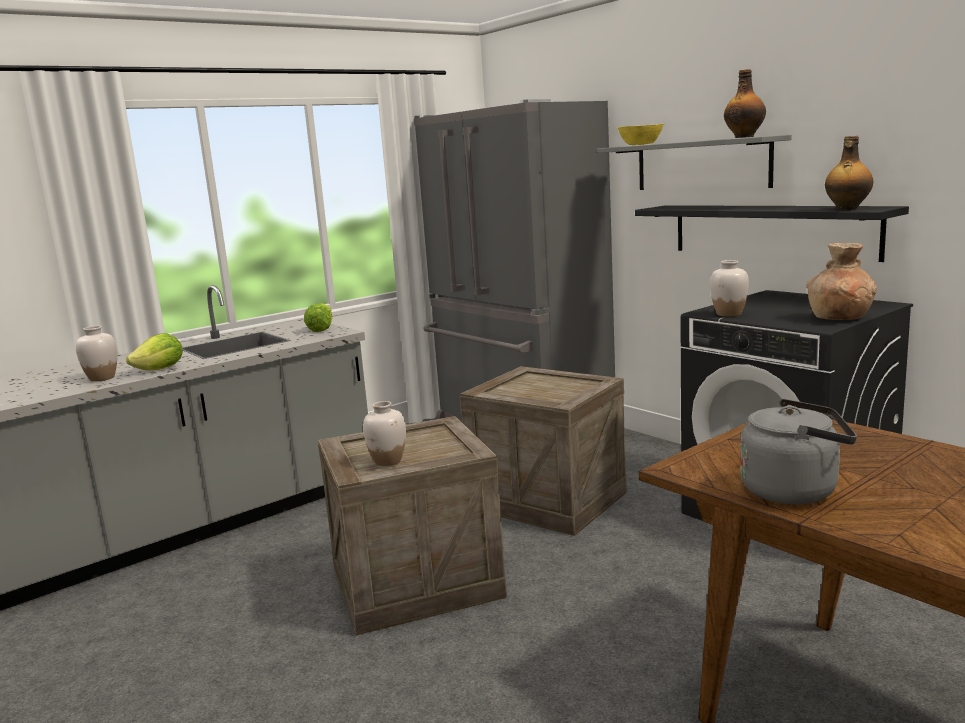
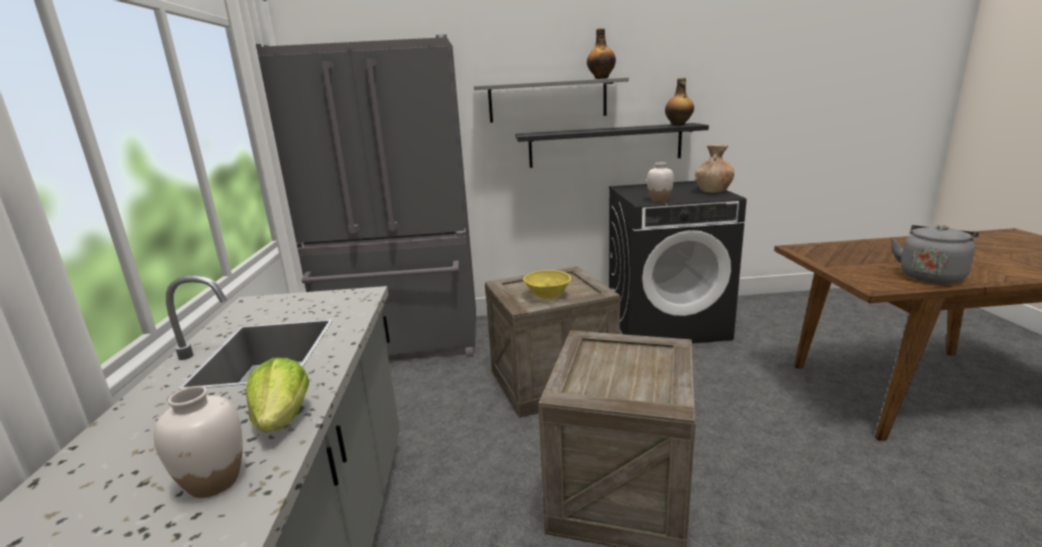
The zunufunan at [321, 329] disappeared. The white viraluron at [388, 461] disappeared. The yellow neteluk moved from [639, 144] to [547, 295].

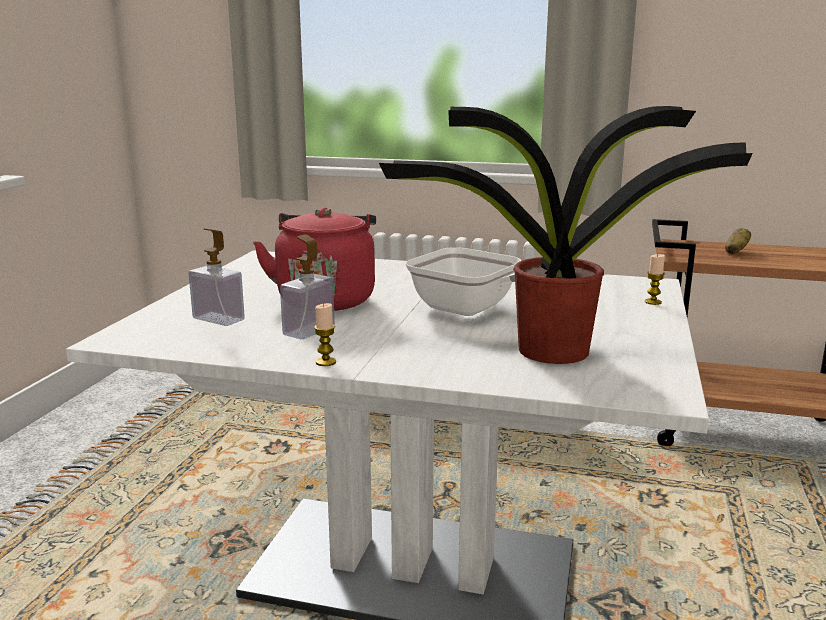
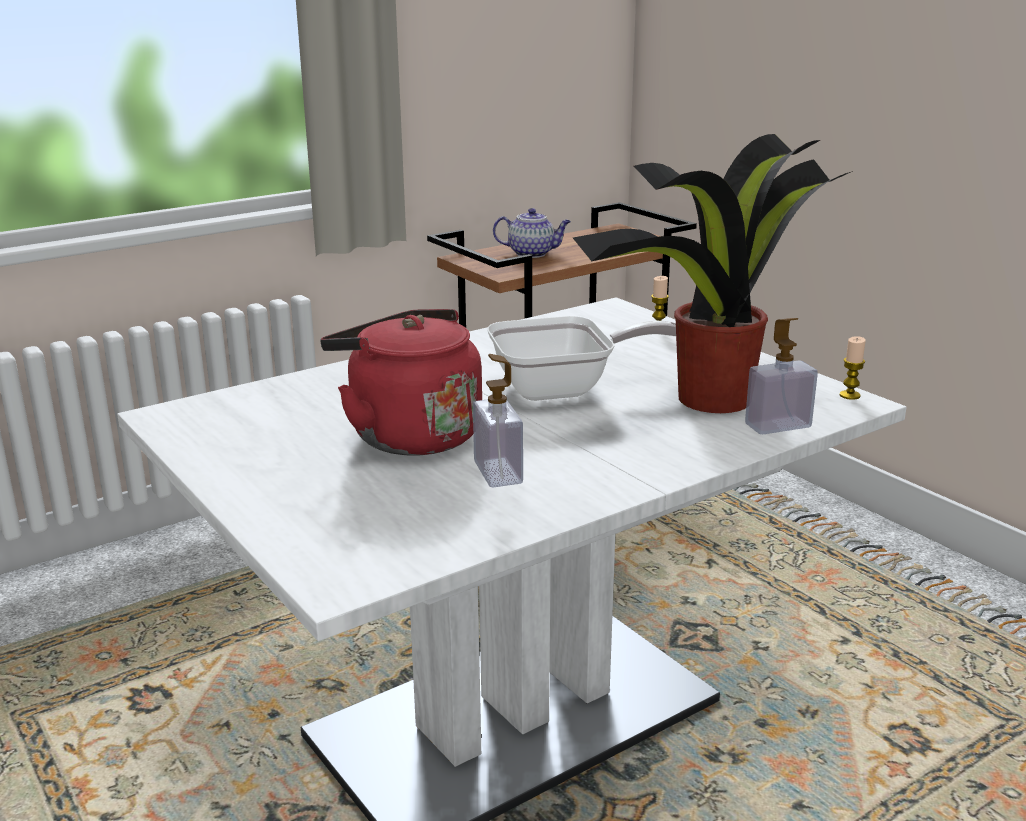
The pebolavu moved from [218, 319] to [778, 425]. The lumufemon moved from [325, 362] to [849, 395]. The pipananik at [735, 251] was replaced by the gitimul at [532, 253].

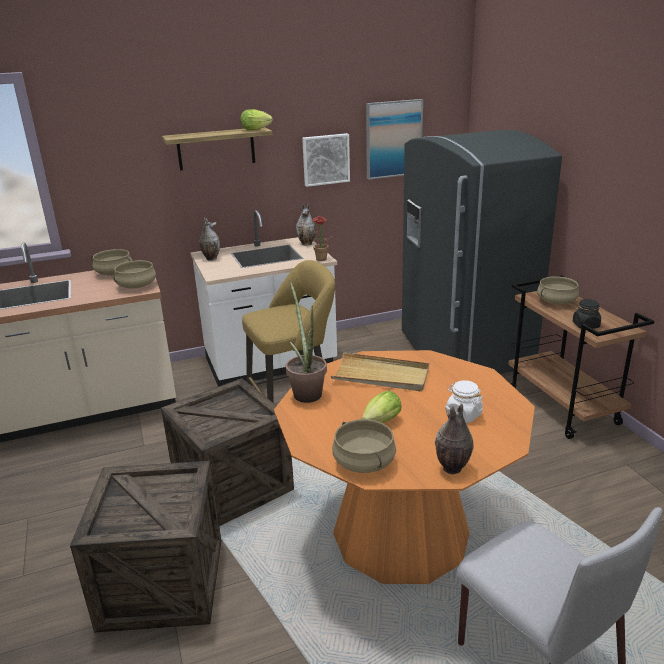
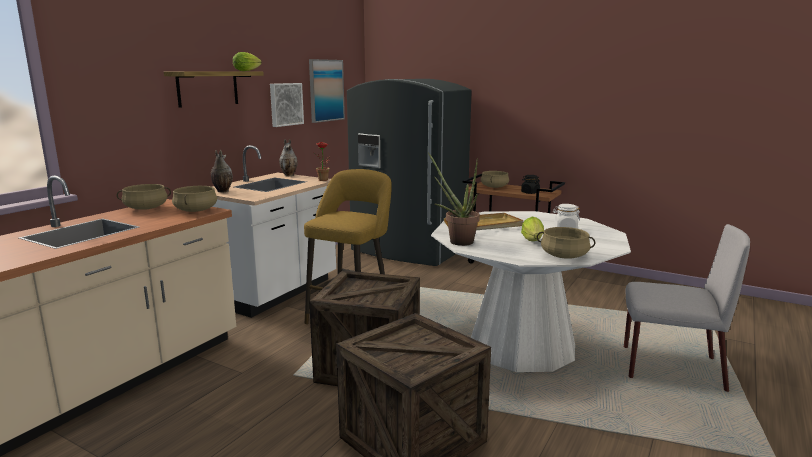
The viraluron at [452, 469] disappeared. The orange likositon at [400, 533] became the white likositon at [521, 346].

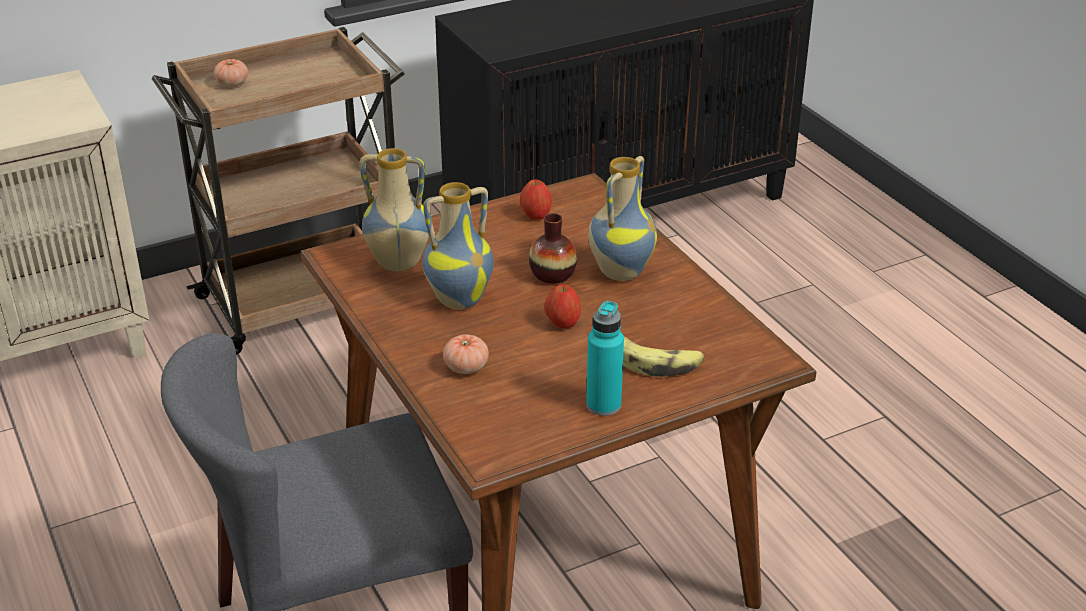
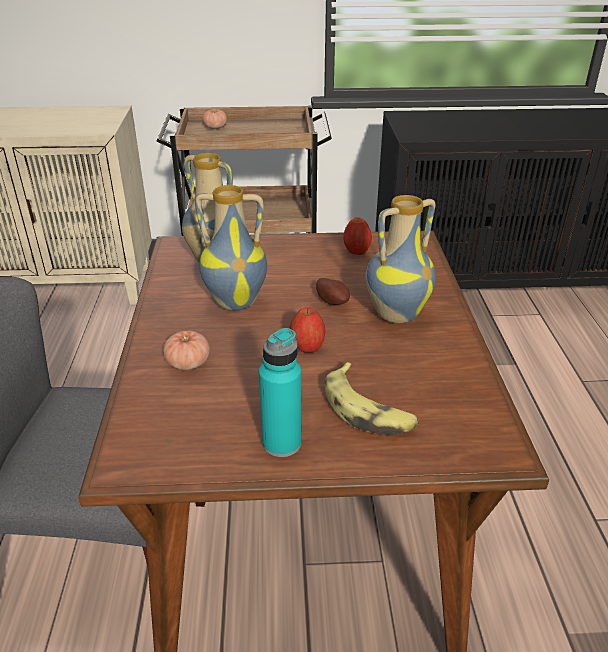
The viraluron at [552, 274] was replaced by the pipananik at [333, 301].

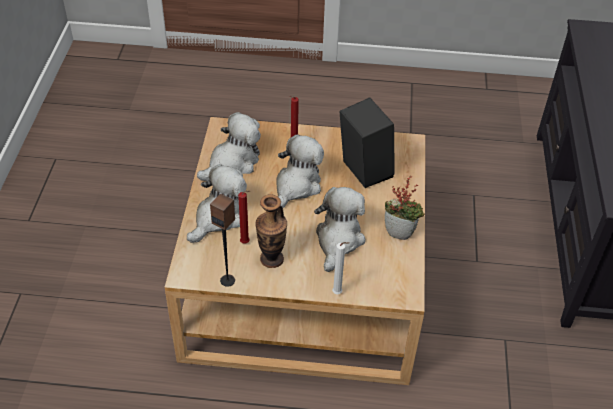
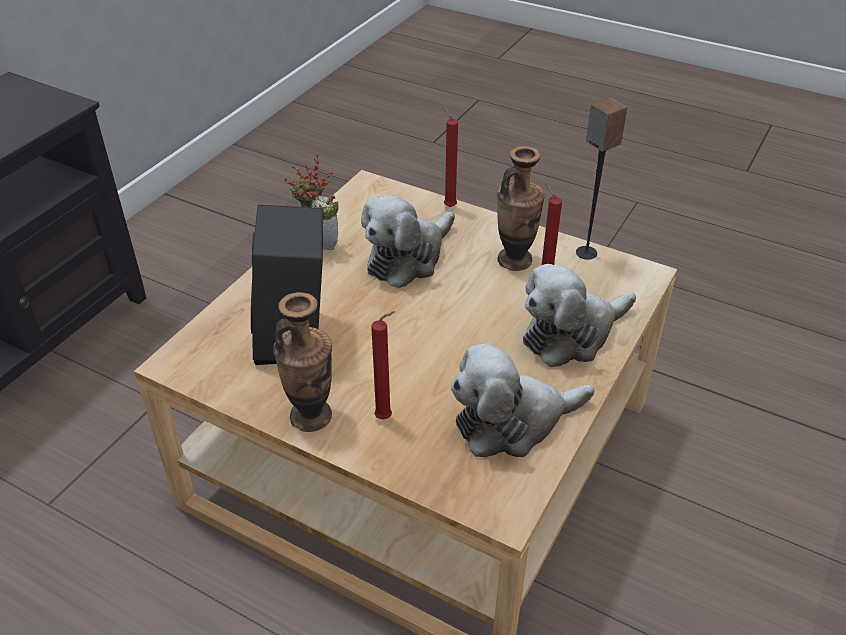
The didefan at [296, 186] disappeared. The viraluron at [311, 416] appeared. The white lumufemon at [338, 293] became the red lumufemon at [448, 206].

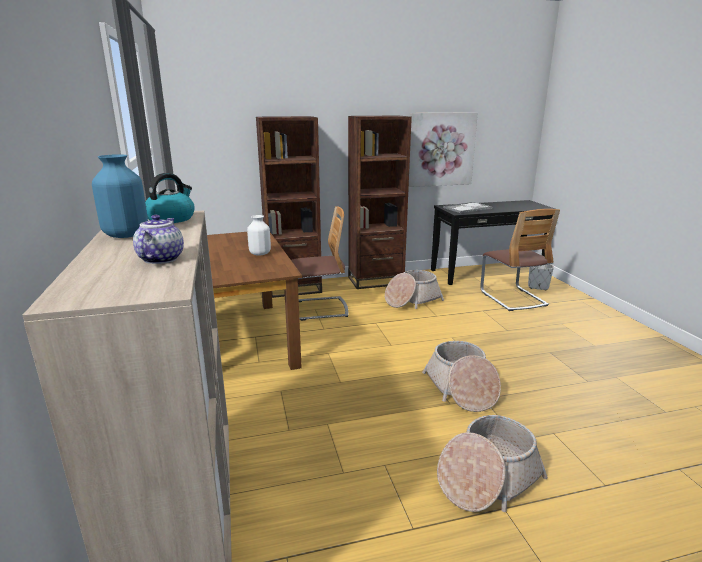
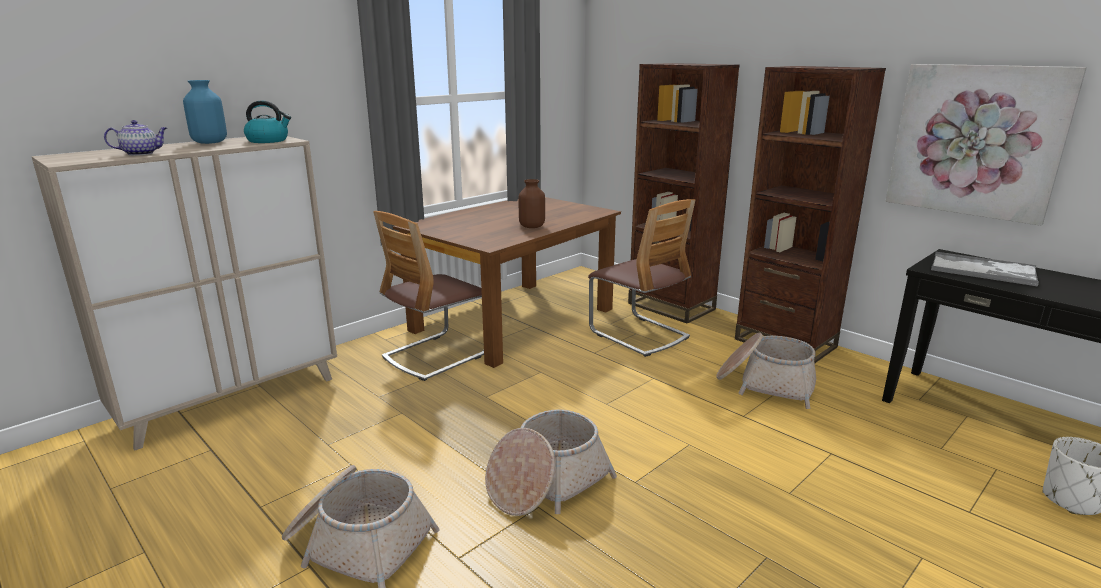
The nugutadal moved from [513, 298] to [436, 355]. The white viraluron at [260, 253] became the brown viraluron at [532, 226].

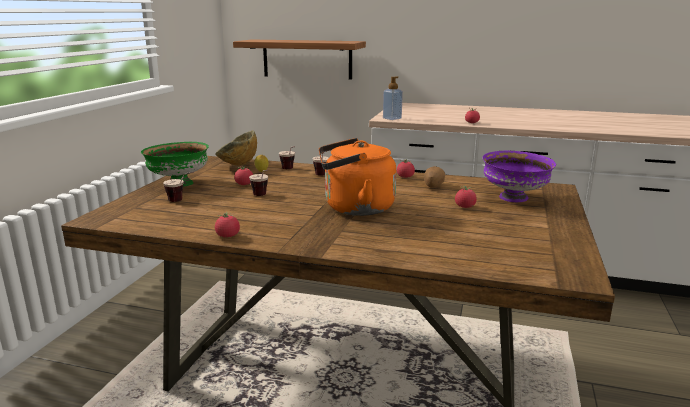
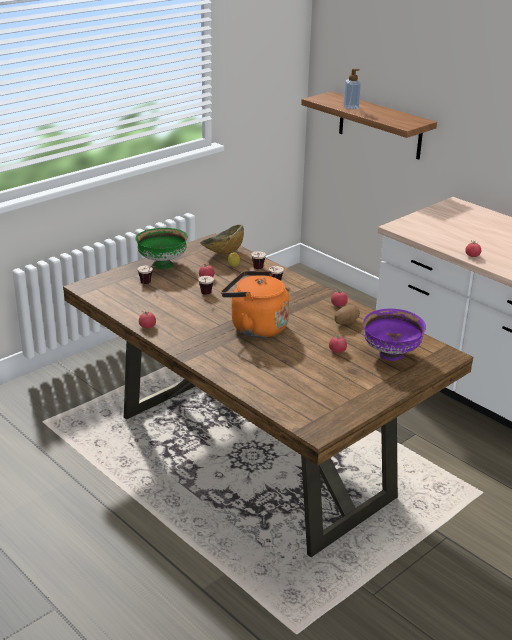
The pebolavu moved from [392, 118] to [351, 107].

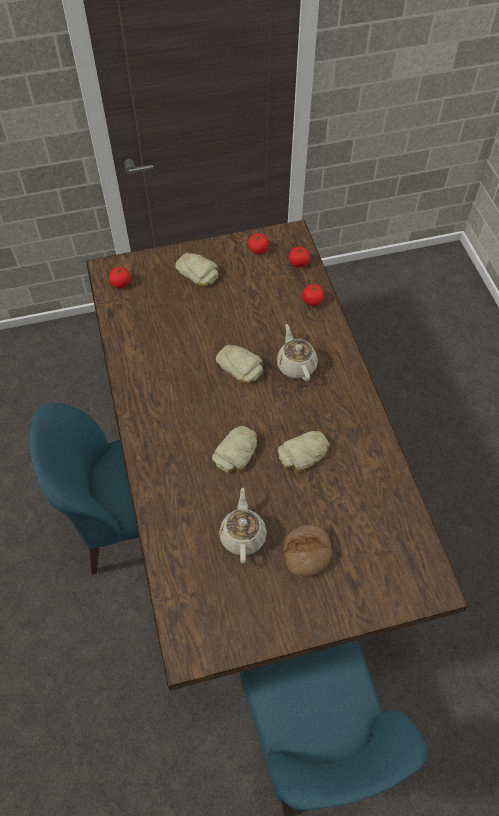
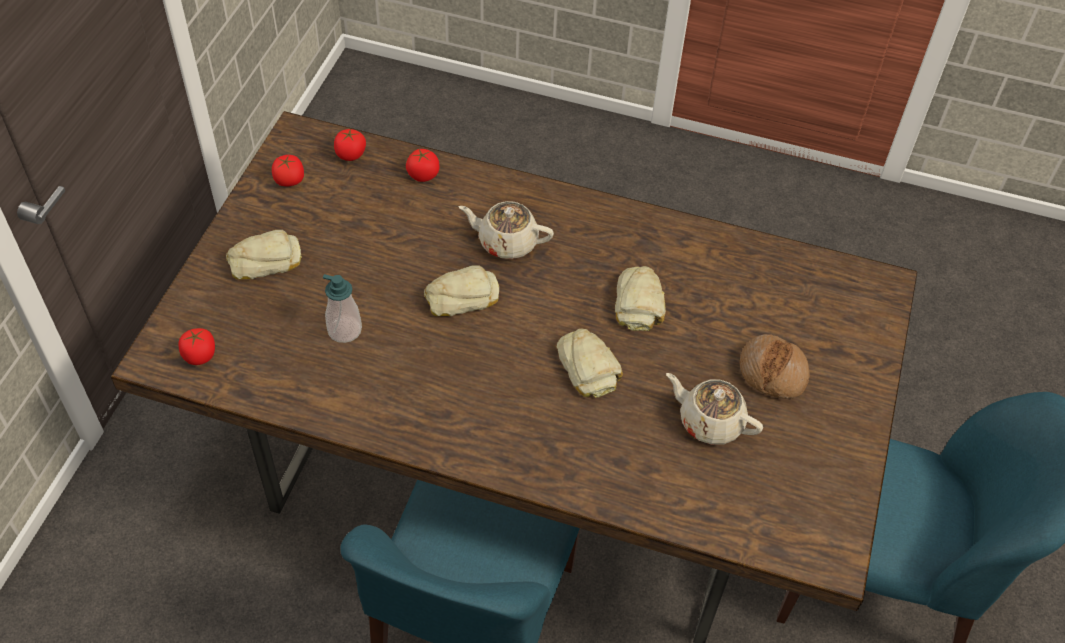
The pebolavu at [344, 330] appeared.

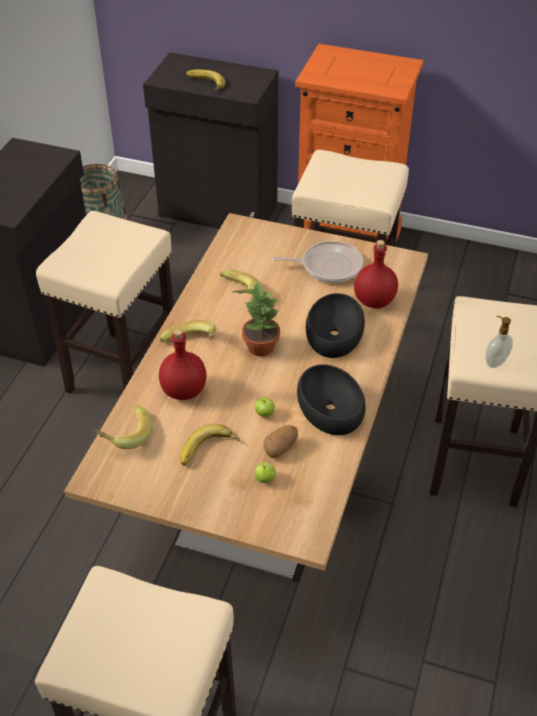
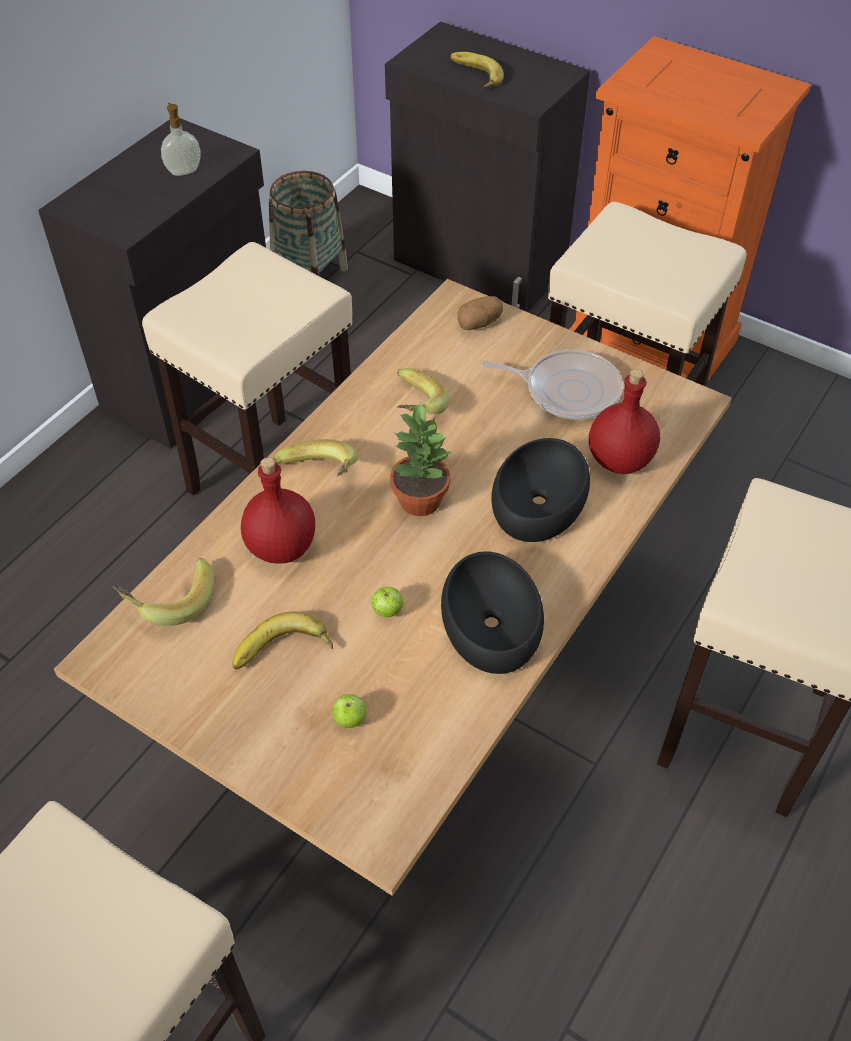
The pipananik moved from [281, 448] to [479, 323]. The pebolavu moved from [495, 361] to [184, 171].

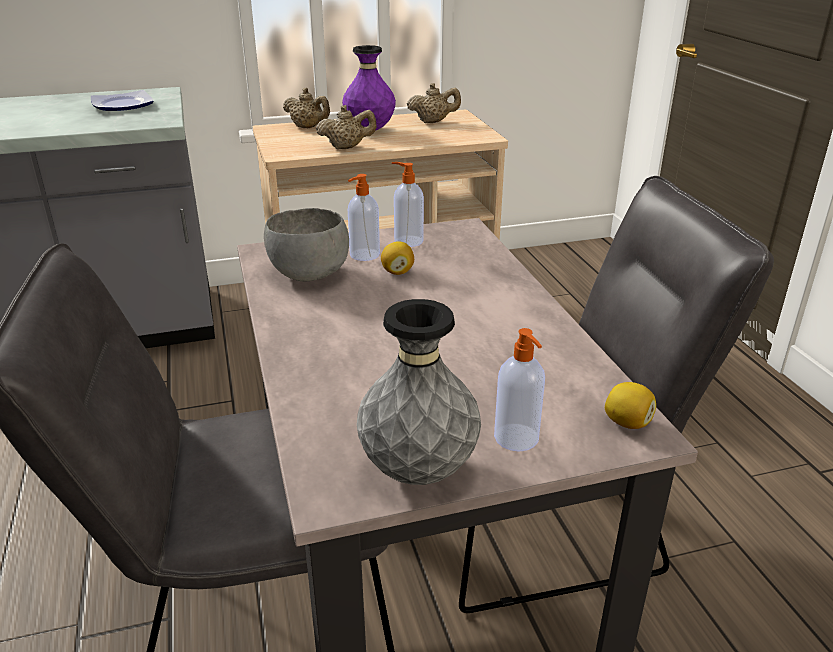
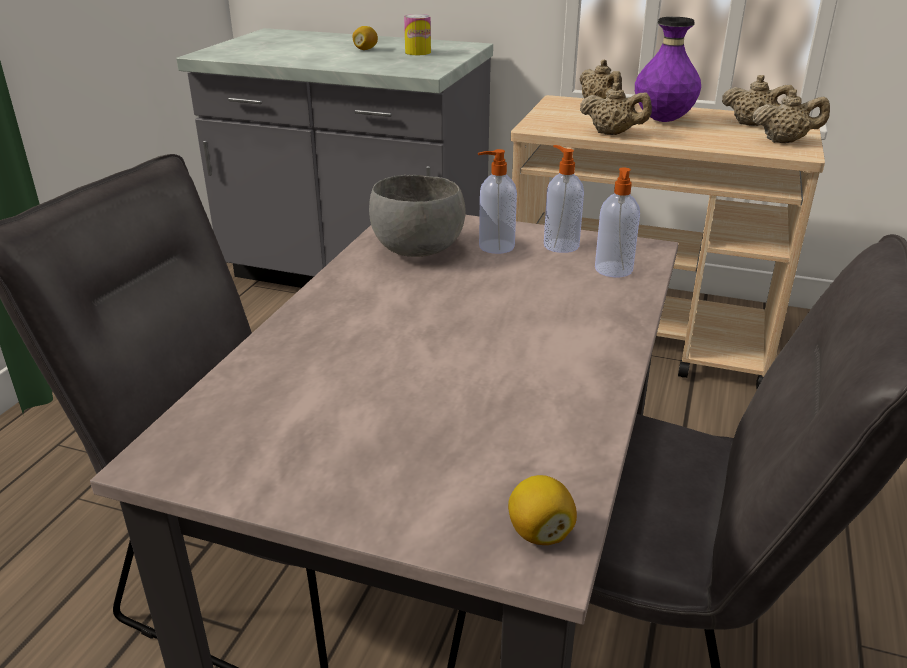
The grey viraluron at [419, 471] disappeared. The beige gitimul at [784, 141] appeared. The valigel moved from [397, 272] to [365, 49]. The pebolavu moved from [517, 439] to [613, 270]. The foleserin at [124, 105] was replaced by the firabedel at [418, 52].

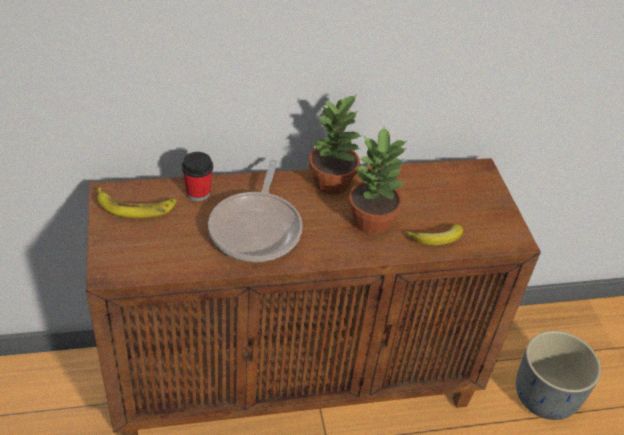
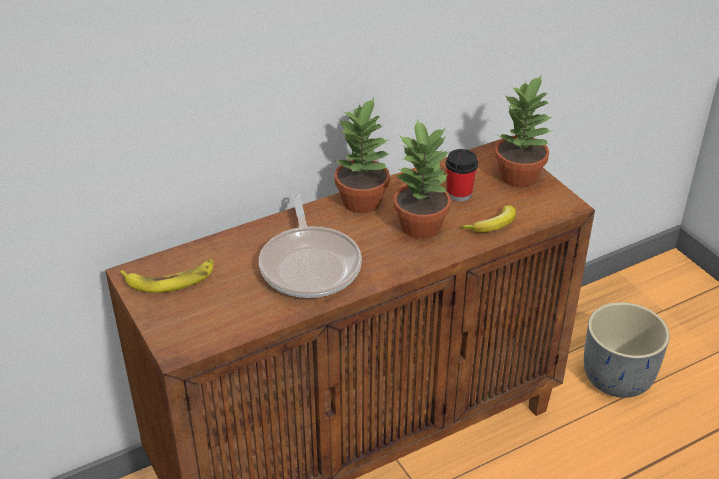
The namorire at [520, 176] appeared. The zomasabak moved from [198, 193] to [459, 194].

